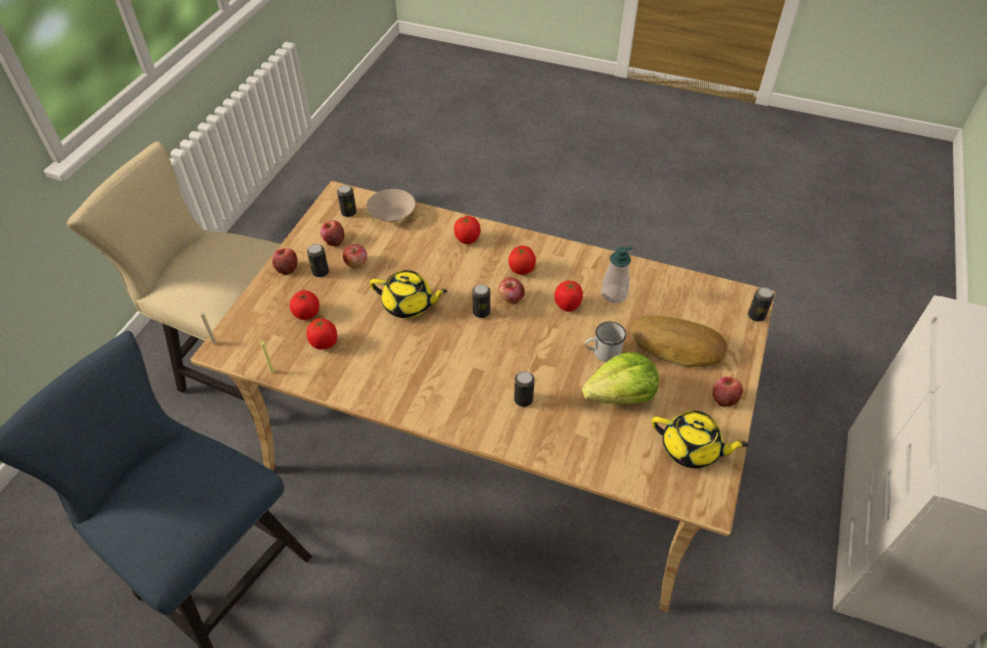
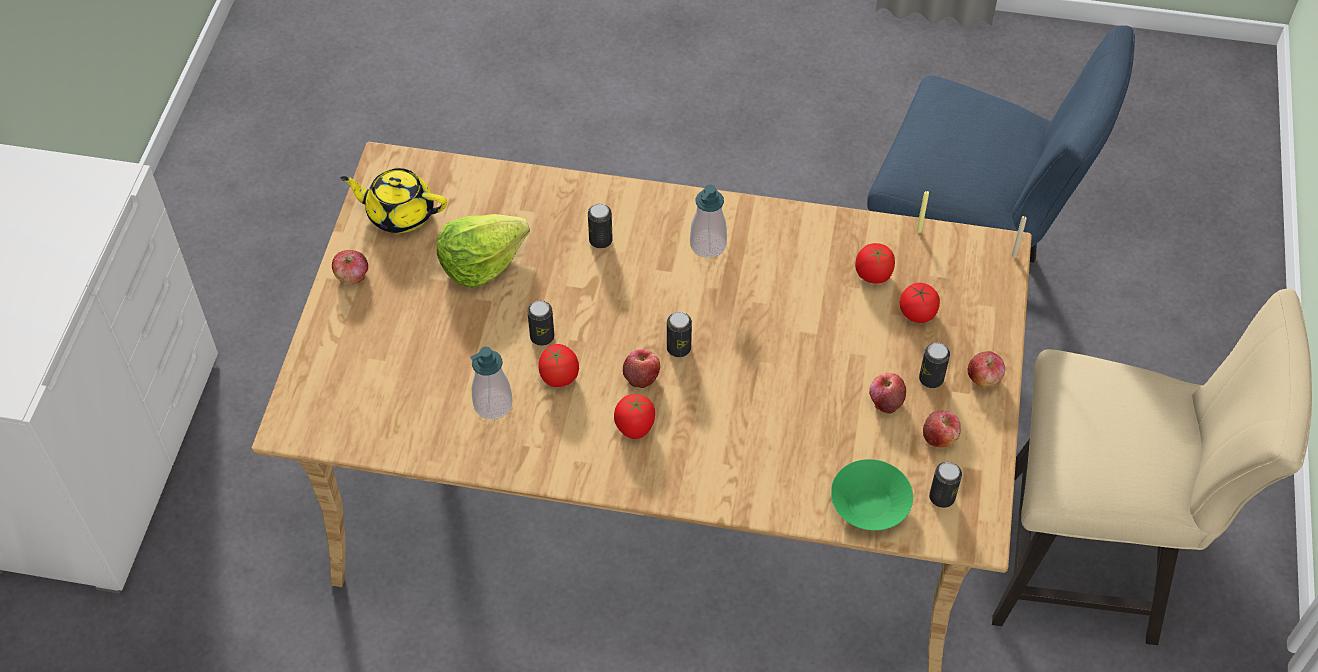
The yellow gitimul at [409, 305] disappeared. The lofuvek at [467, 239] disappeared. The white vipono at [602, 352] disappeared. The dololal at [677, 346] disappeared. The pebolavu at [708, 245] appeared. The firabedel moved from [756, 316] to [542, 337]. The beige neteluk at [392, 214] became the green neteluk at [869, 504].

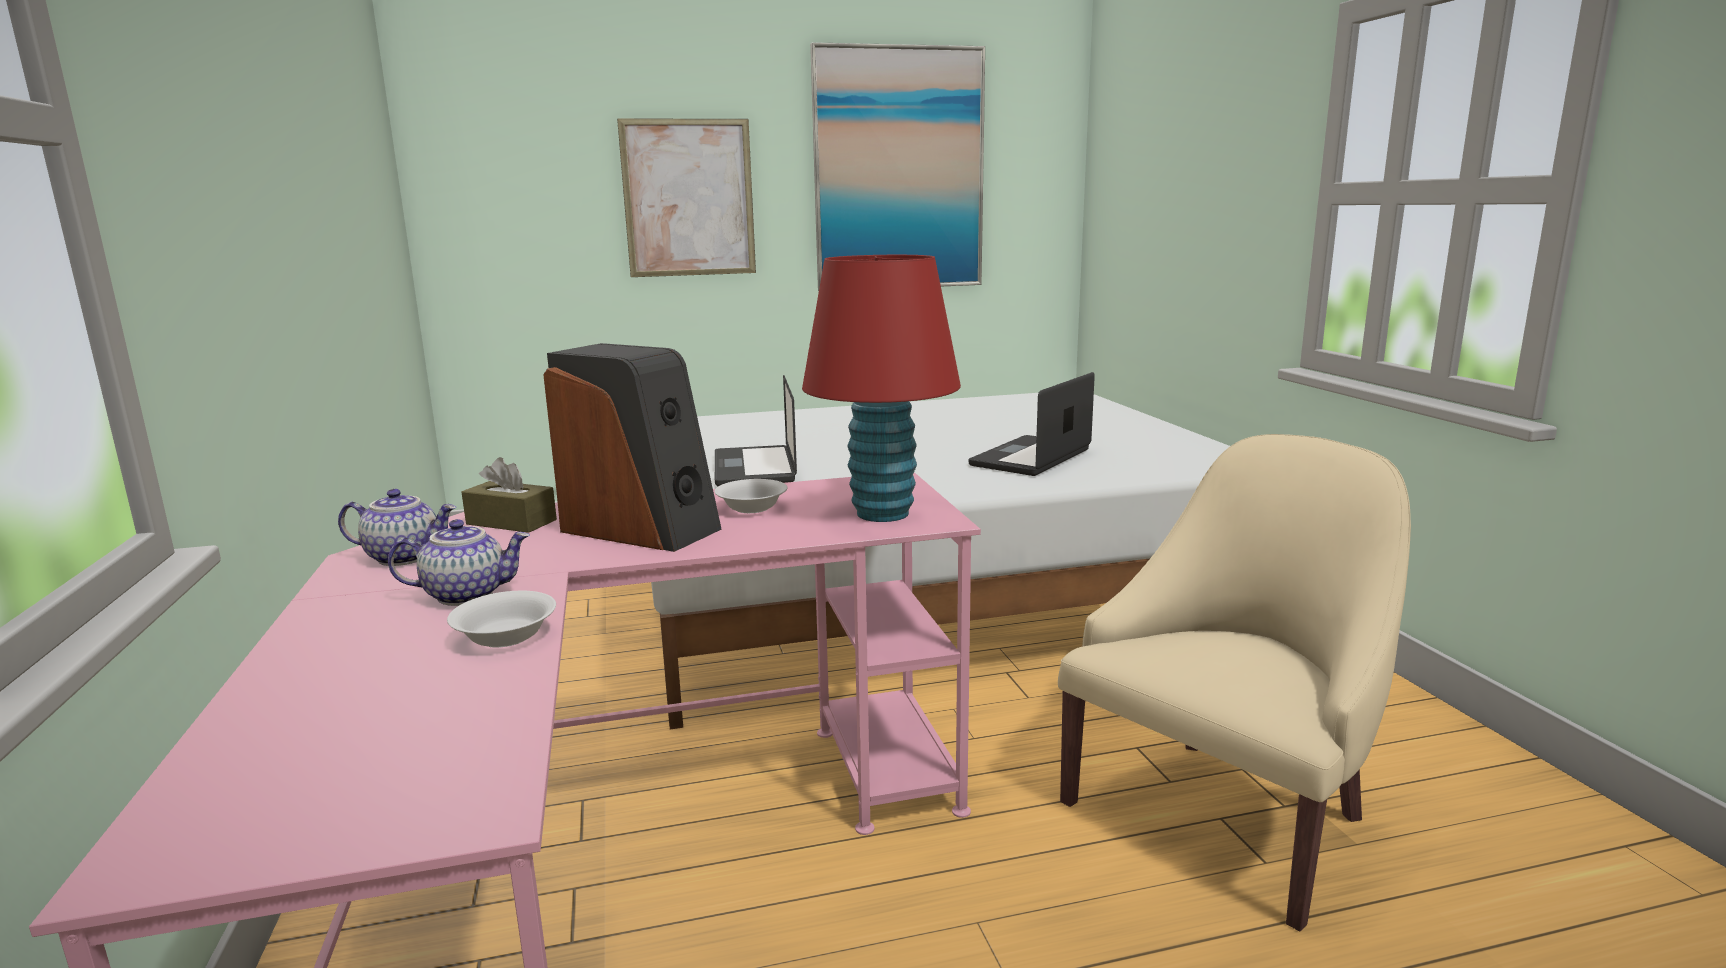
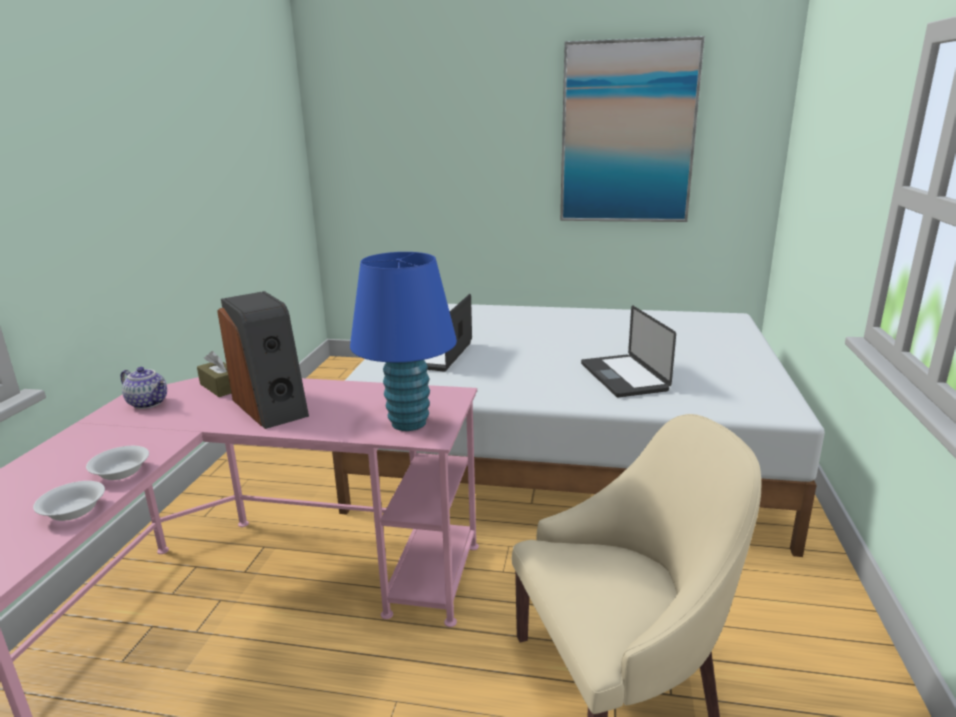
The gitimul at [467, 594] disappeared. The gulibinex at [689, 198] disappeared. The white neteluk moved from [752, 508] to [73, 512]. The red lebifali at [882, 513] became the blue lebifali at [408, 423]. The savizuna at [1031, 458] turned 75 degrees counterclockwise.

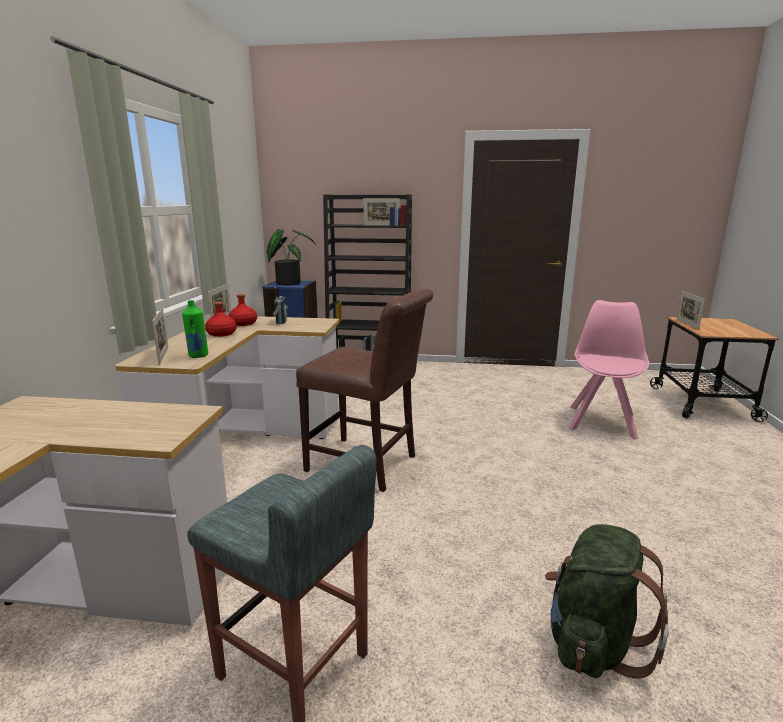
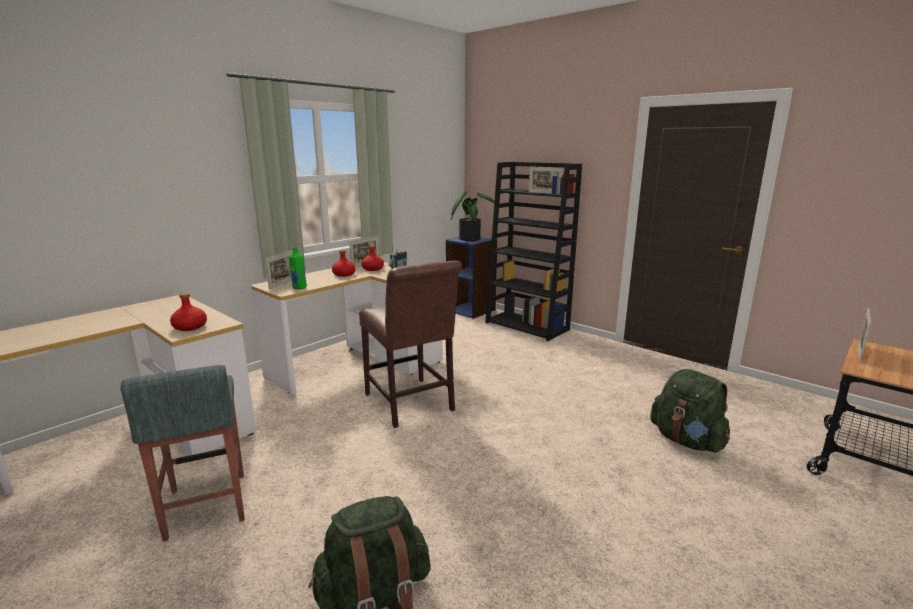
The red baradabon at [190, 327] appeared. The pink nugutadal at [601, 421] was replaced by the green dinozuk at [687, 441].

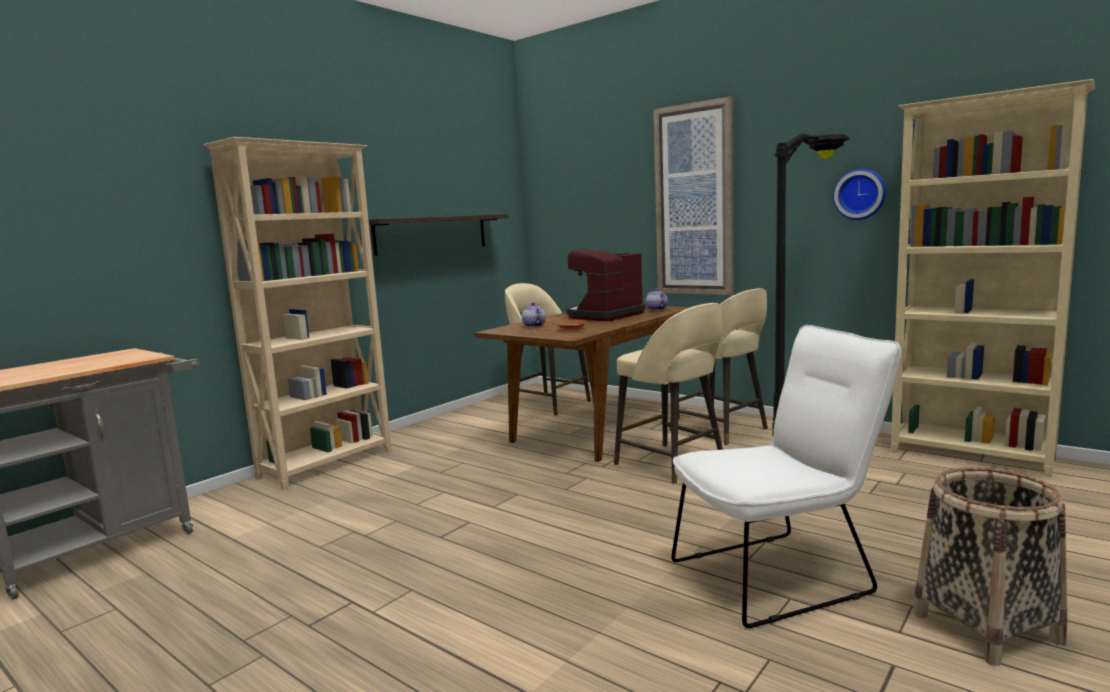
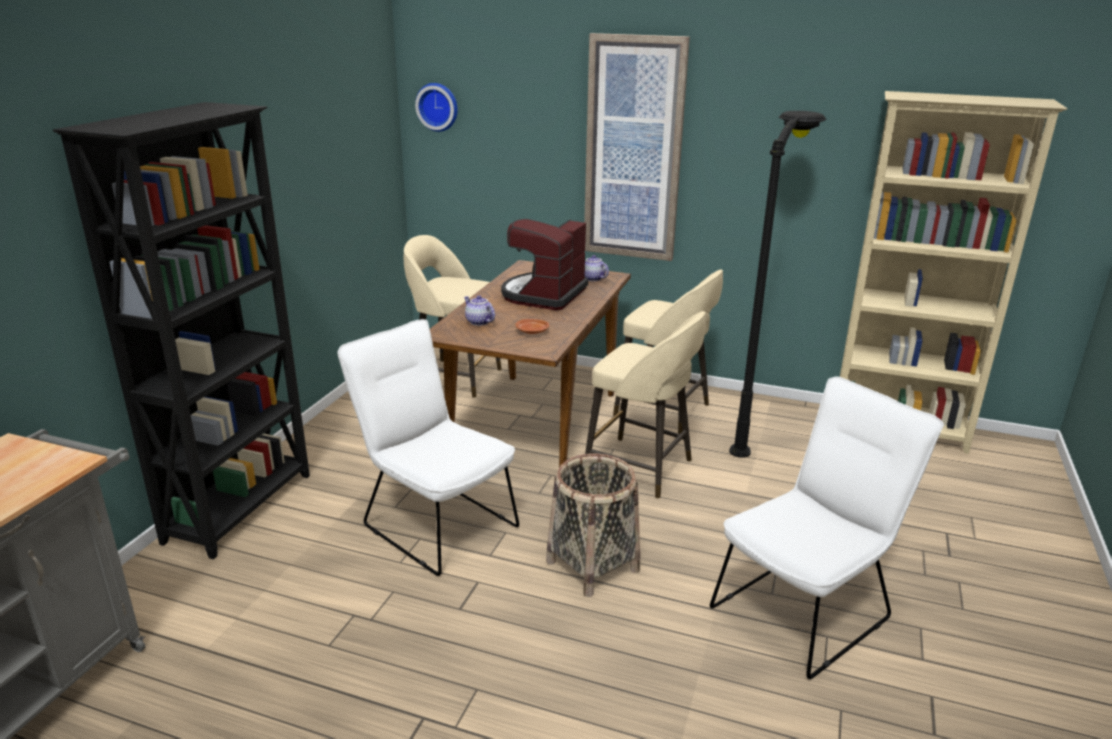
The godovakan at [432, 234] disappeared. The white nugutadal at [434, 522] appeared. The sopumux moved from [860, 194] to [438, 106]. The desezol moved from [985, 627] to [592, 566]. The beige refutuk at [328, 464] became the black refutuk at [242, 507].

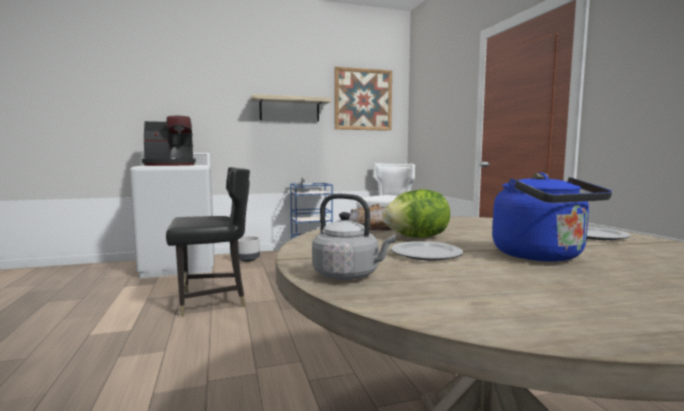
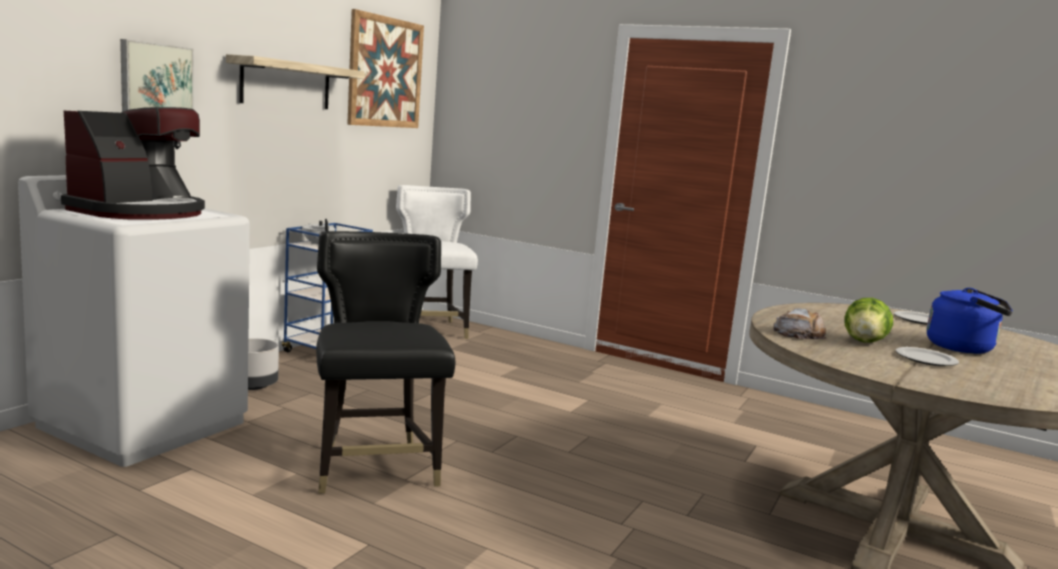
The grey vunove at [349, 275] disappeared. The gulibinex at [155, 82] appeared. The black nugutadal at [213, 301] turned 45 degrees counterclockwise.

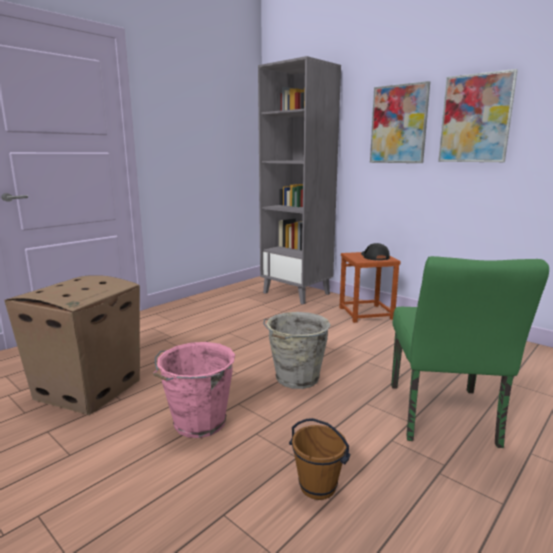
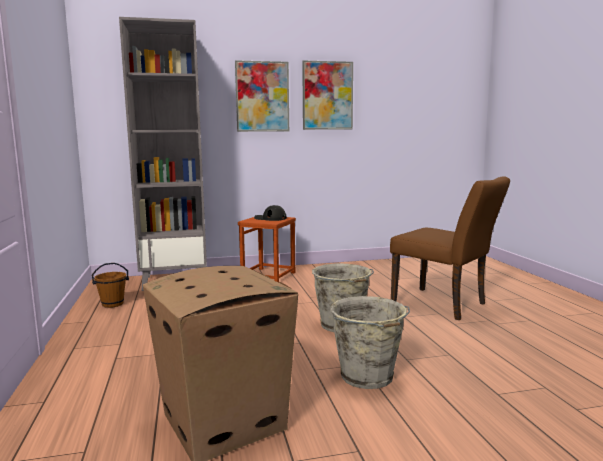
The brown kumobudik moved from [318, 486] to [112, 304]. The pink kumobudik at [198, 423] became the grey kumobudik at [368, 377]. The green nugutadal at [443, 419] became the brown nugutadal at [445, 305].

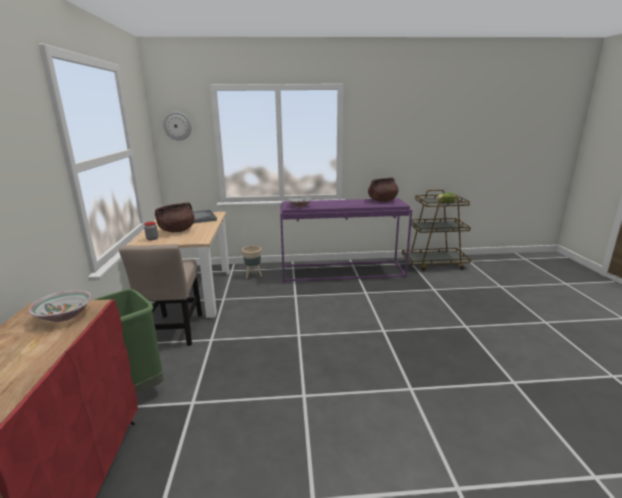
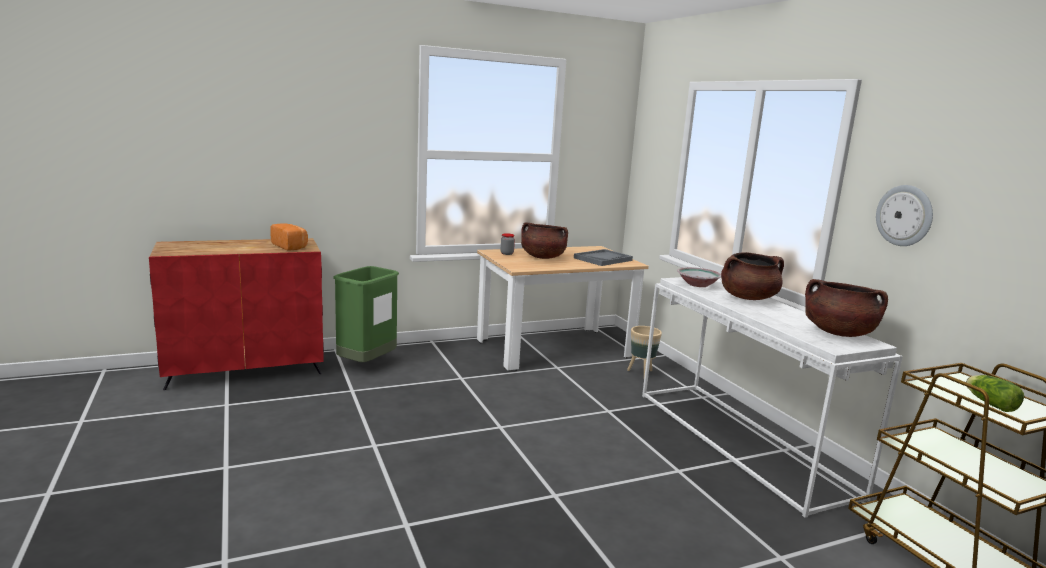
The beige nugutadal at [174, 332] disappeared. The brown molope at [748, 298] appeared. The sopumux moved from [177, 126] to [904, 215]. The neteluk at [65, 316] was replaced by the dololal at [290, 246]. The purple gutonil at [343, 271] became the white gutonil at [742, 442].

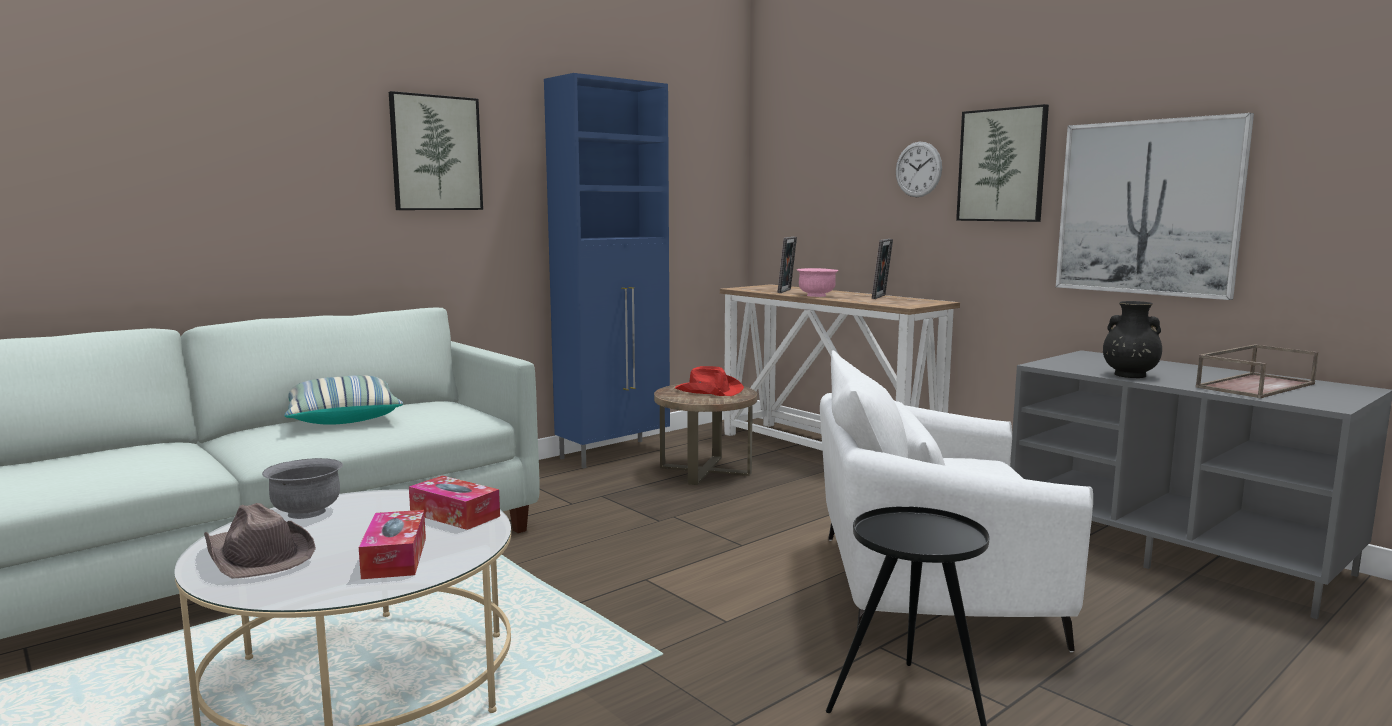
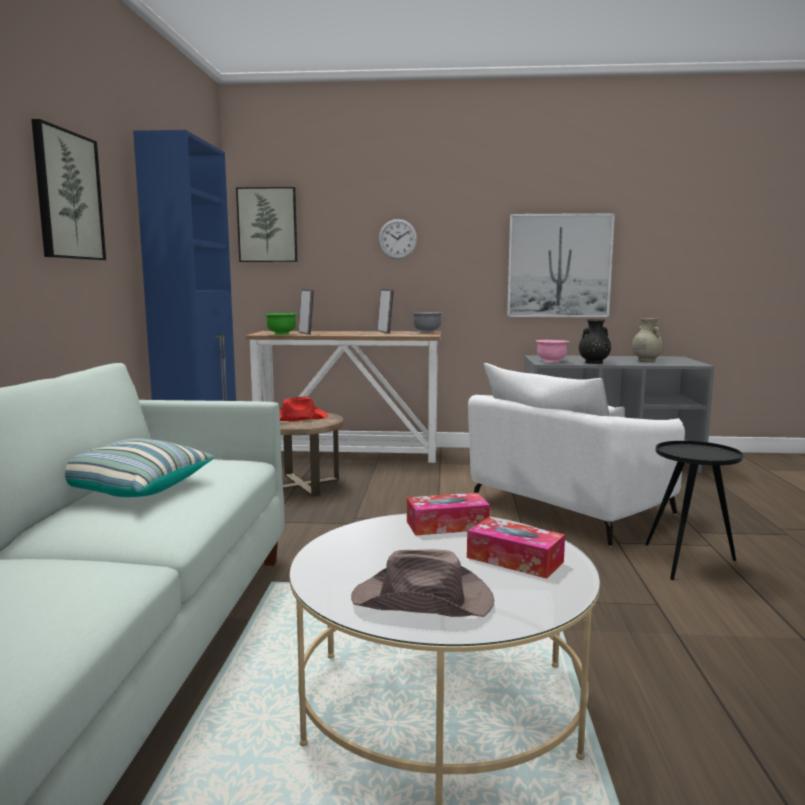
The green neteluk at [281, 334] appeared. The grey neteluk moved from [307, 512] to [426, 332]. The pink neteluk moved from [816, 295] to [551, 361]. The gulibinex moved from [1002, 165] to [267, 225]. The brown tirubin at [1254, 385] was replaced by the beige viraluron at [646, 360].

